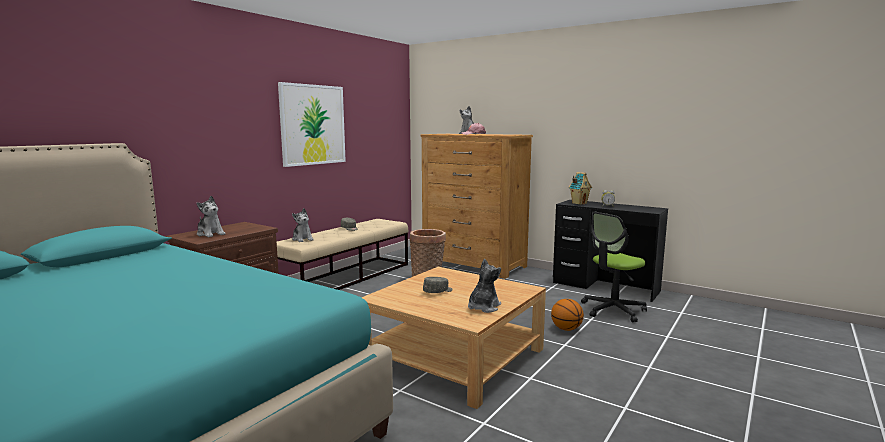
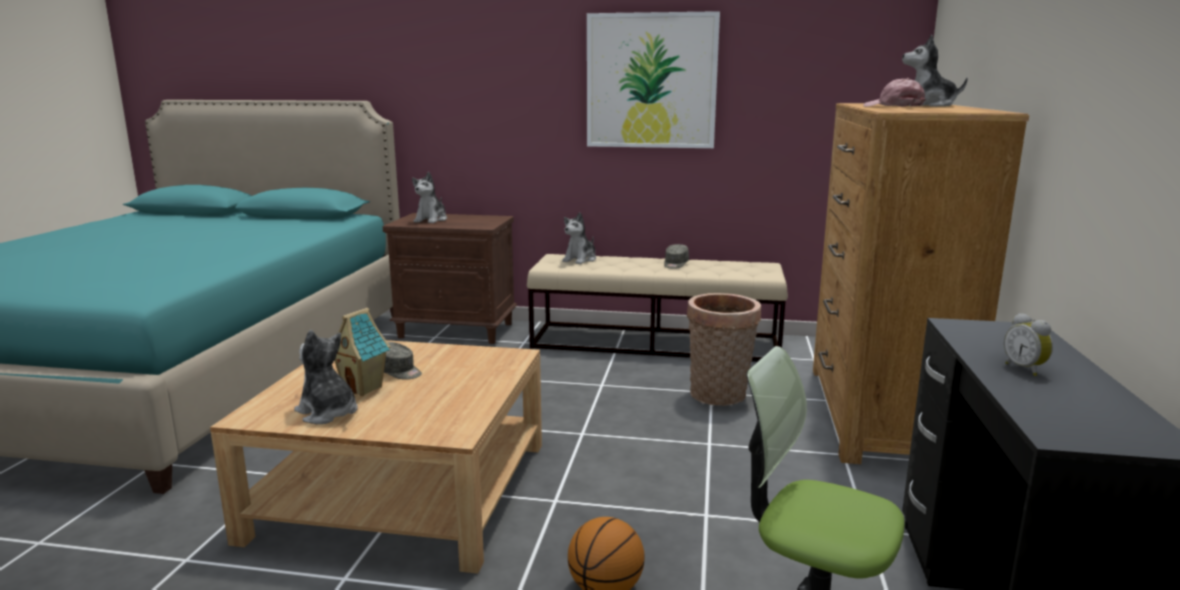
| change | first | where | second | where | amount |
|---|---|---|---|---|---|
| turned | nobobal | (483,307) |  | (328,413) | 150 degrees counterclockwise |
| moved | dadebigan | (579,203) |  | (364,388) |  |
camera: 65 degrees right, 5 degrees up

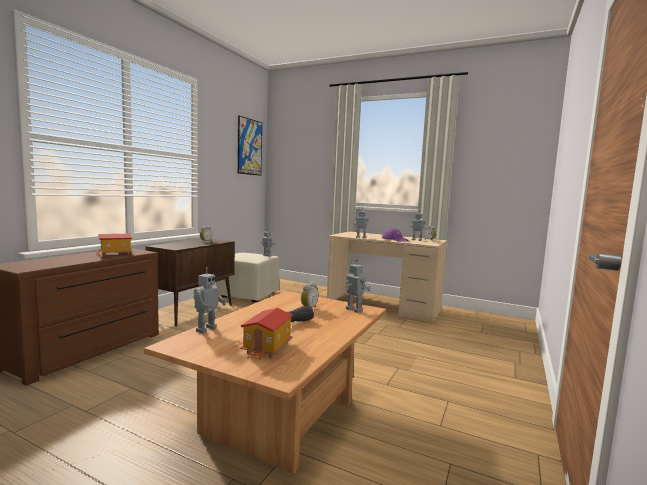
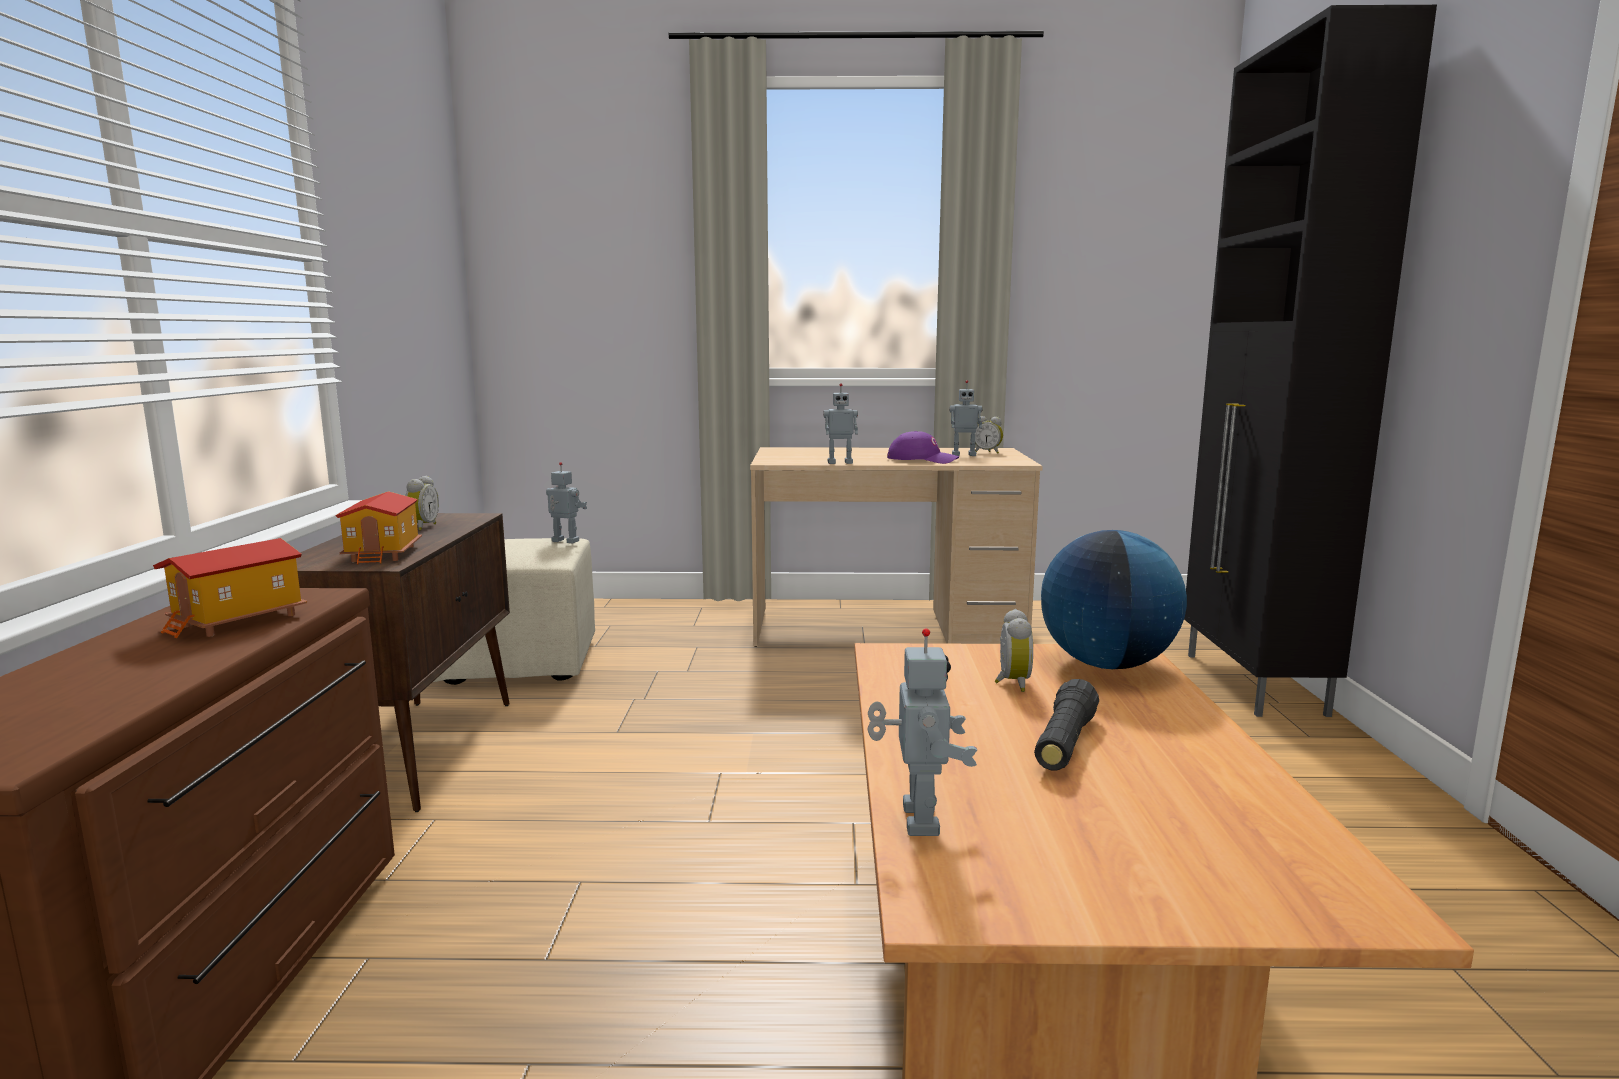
| change | first | where | second | where | amount |
|---|---|---|---|---|---|
| moved | dadebigan | (268,348) |  | (384,554) |  |
| replaced | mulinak | (353,310) | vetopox | (1106,665) |  |
| added |  |  | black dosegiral | (1253,684) |  |
| removed | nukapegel | (249,147) |  |  |  |
camera: 25 degrees left, 5 degrees up

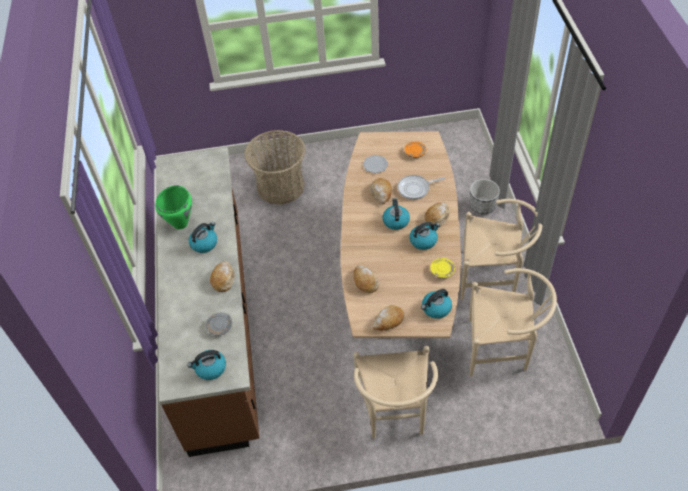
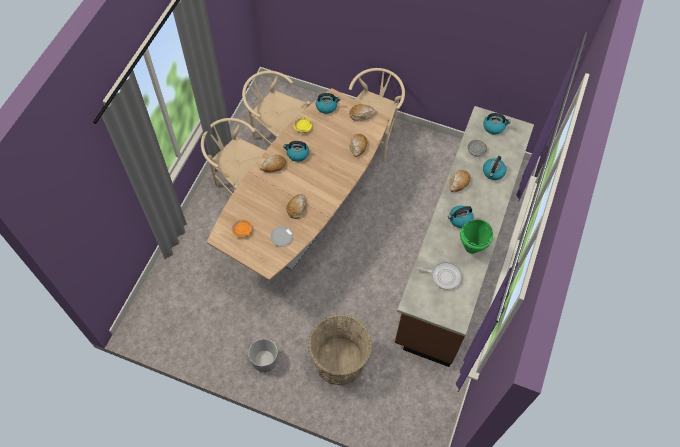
| change | first | where | second | where | amount |
|---|---|---|---|---|---|
| moved | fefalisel | (482,206) |  | (264,360) |  |
| moved | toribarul | (415,189) |  | (444,276) |  |
| moved | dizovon | (395,221) |  | (493,172) |  |
camera: 155 degrees left, 10 degrees up

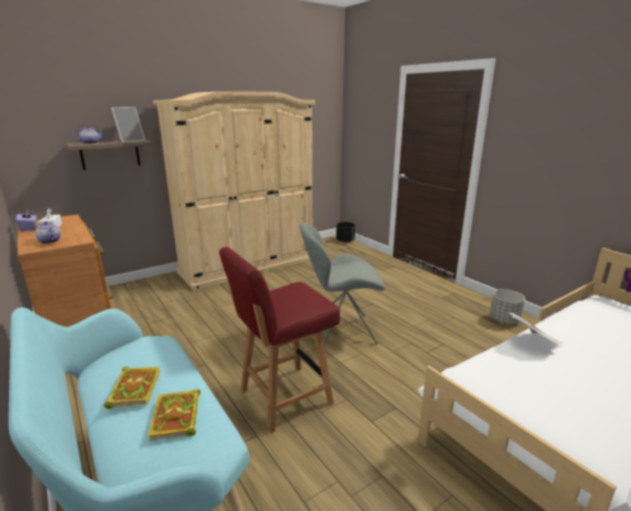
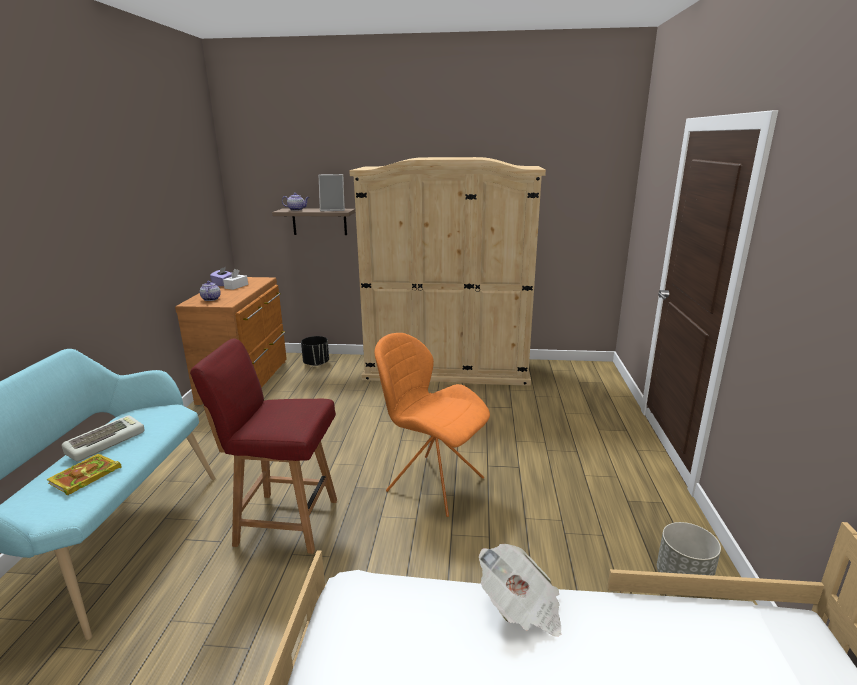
| change | first | where | second | where | amount |
|---|---|---|---|---|---|
| replaced | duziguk | (134,388) | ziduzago | (106,442) |  |
| moved | black fefalisel | (345,241) |  | (316,363) |  |
| recoloured | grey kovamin | (341,331) | orange kovamin | (432,483) |  |
camera: 40 degrees right, 0 degrees up

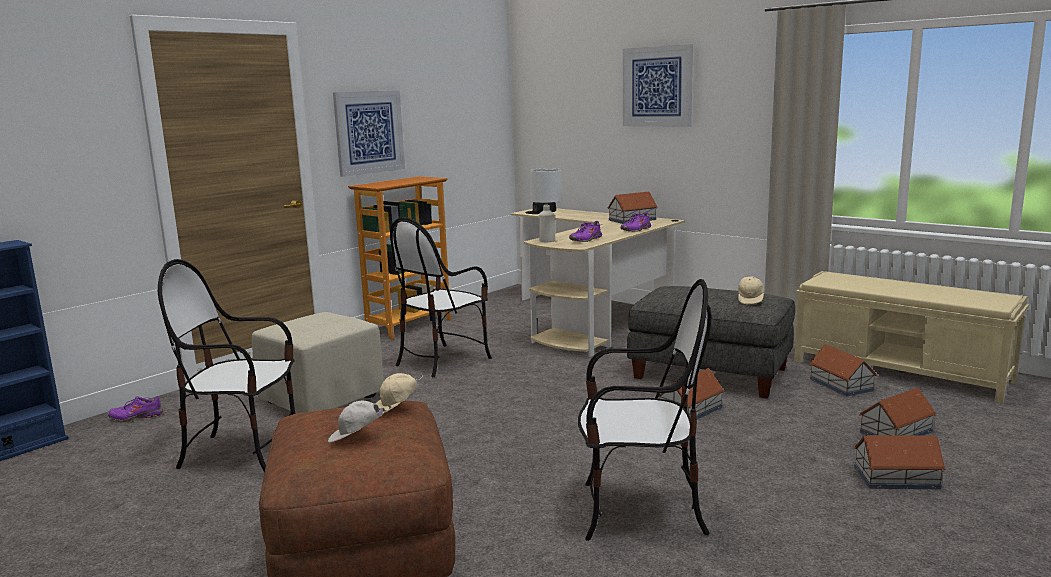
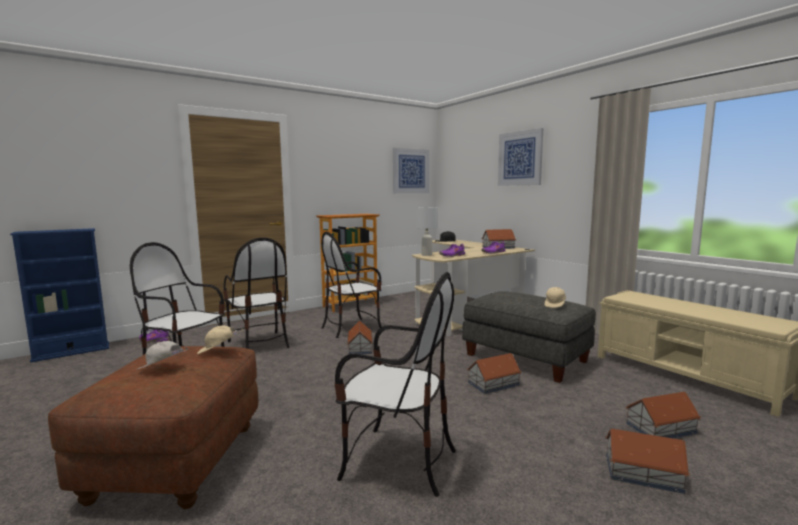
| change | first | where | second | where | amount |
|---|---|---|---|---|---|
| replaced | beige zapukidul | (321,400) | kovamin | (259,344) |  |
| moved | dadebigan | (841,384) |  | (360,347) |  |
| moved | nukapegel | (369,132) |  | (411,171) |  |
camera: 15 degrees right, 5 degrees down

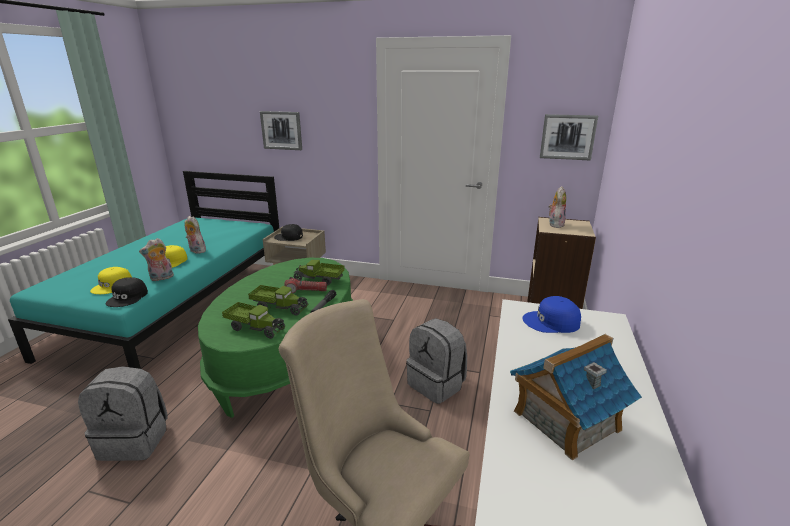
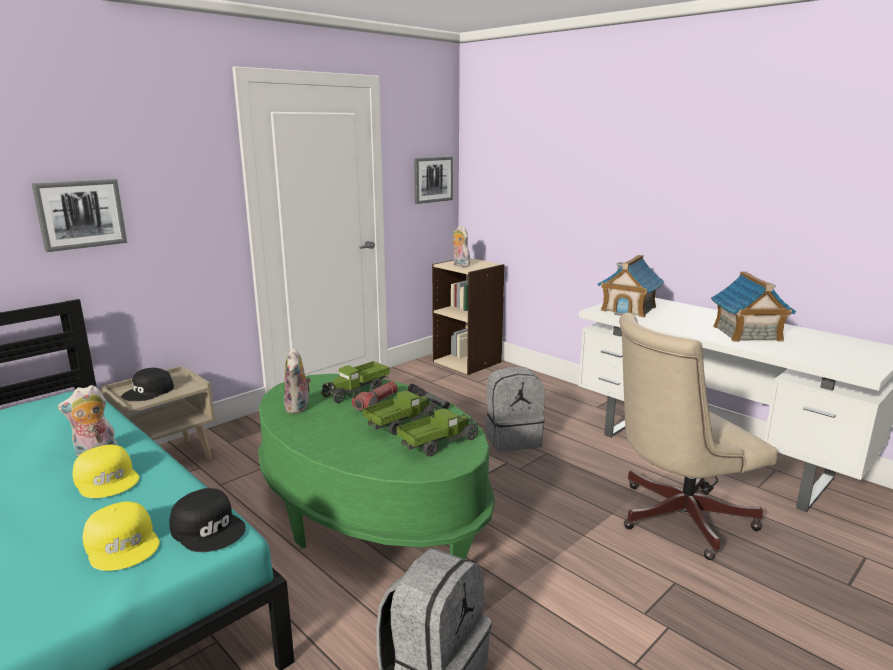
| change | first | where | second | where | amount |
|---|---|---|---|---|---|
| moved | nobobal | (161,278) |  | (299,408) |  |
| replaced | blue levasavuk | (551,322) | dadebigan | (628,309) |  |
camera: 60 degrees left, 5 degrees down

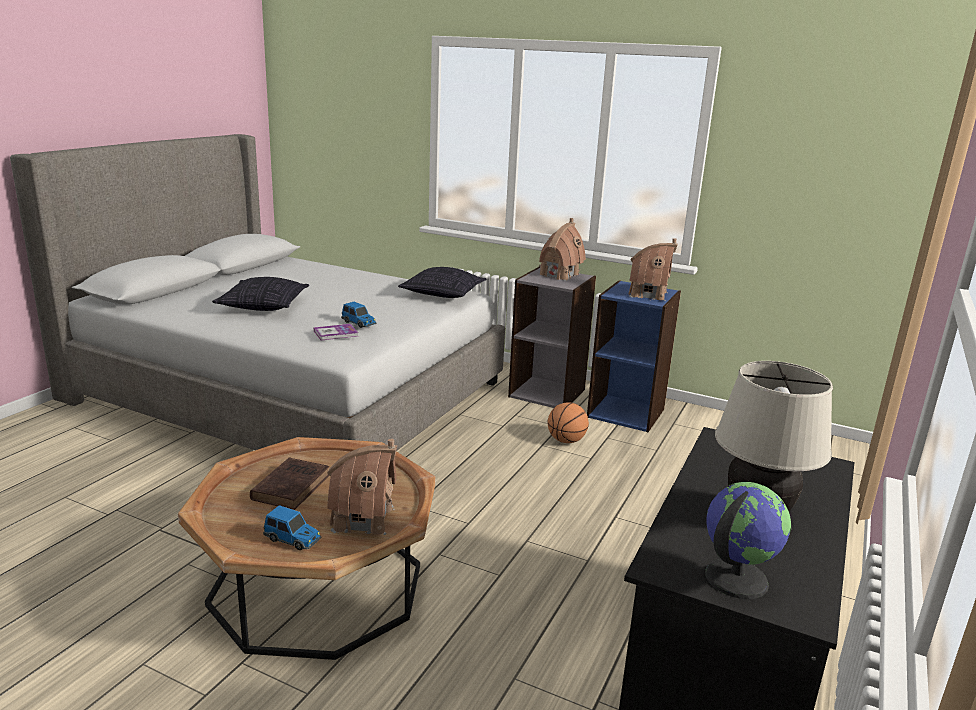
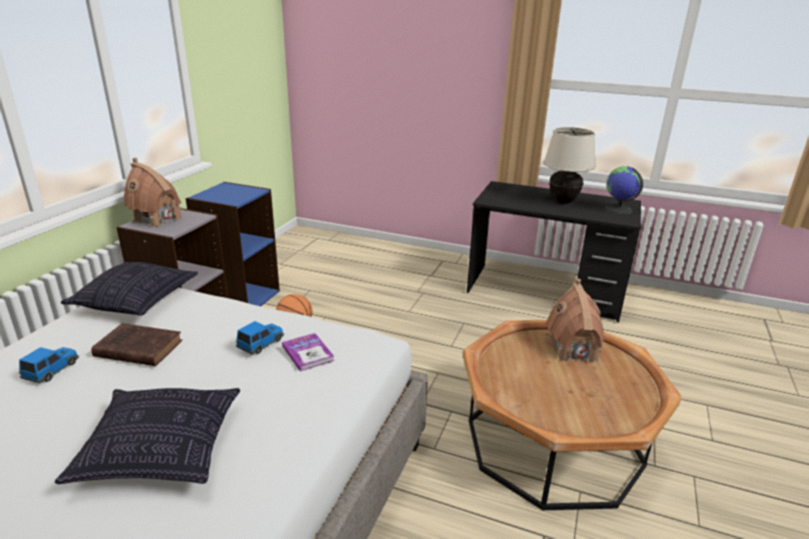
| change | first | where | second | where | amount |
|---|---|---|---|---|---|
| moved | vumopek | (293,539) |  | (52,370) |  |
| moved | brown duziguk | (292,486) |  | (137,348) |  |
| removed | dadebigan | (649,294) |  |  |  |
camera: 95 degrees left, 5 degrees up

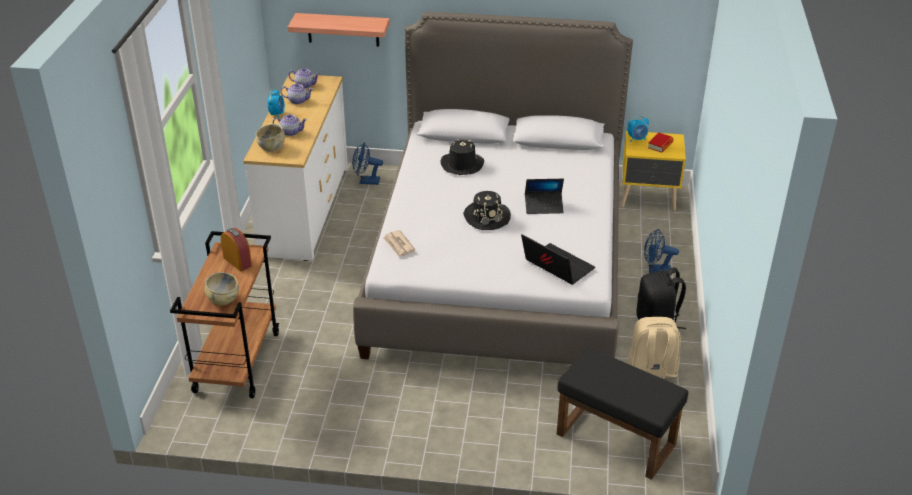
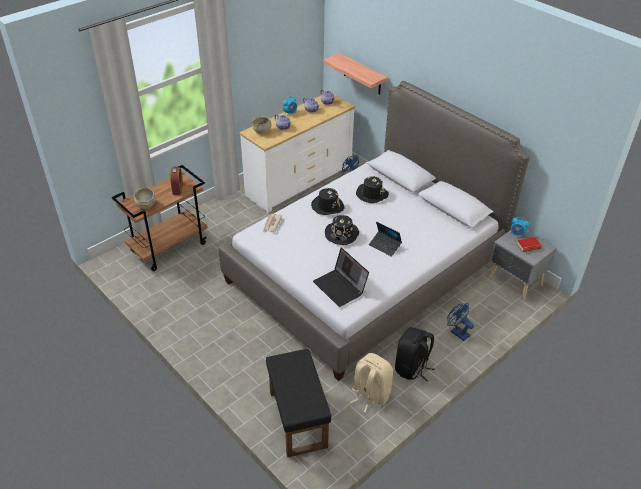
| change | first | where | second | where | amount |
|---|---|---|---|---|---|
| added |  |  | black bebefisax | (327,206) |  |
| turned | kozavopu | (556,267) |  | (340,287) | 150 degrees clockwise |
| recoloured | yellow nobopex | (648,198) | grey nobopex | (515,282) |  |
camera: 40 degrees right, 5 degrees up

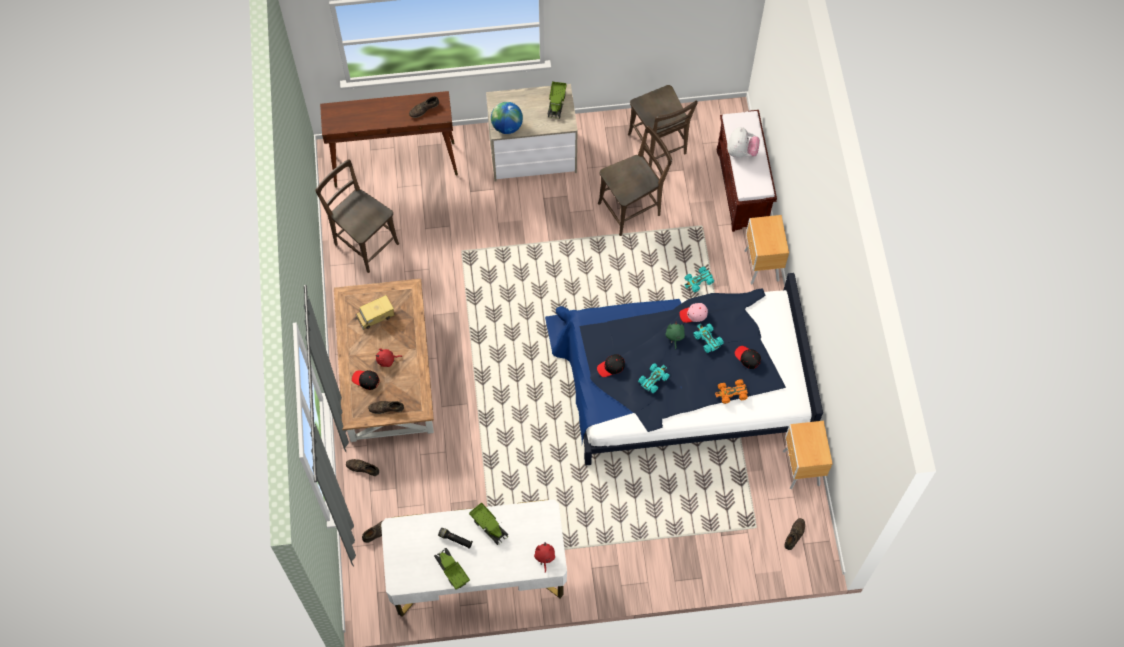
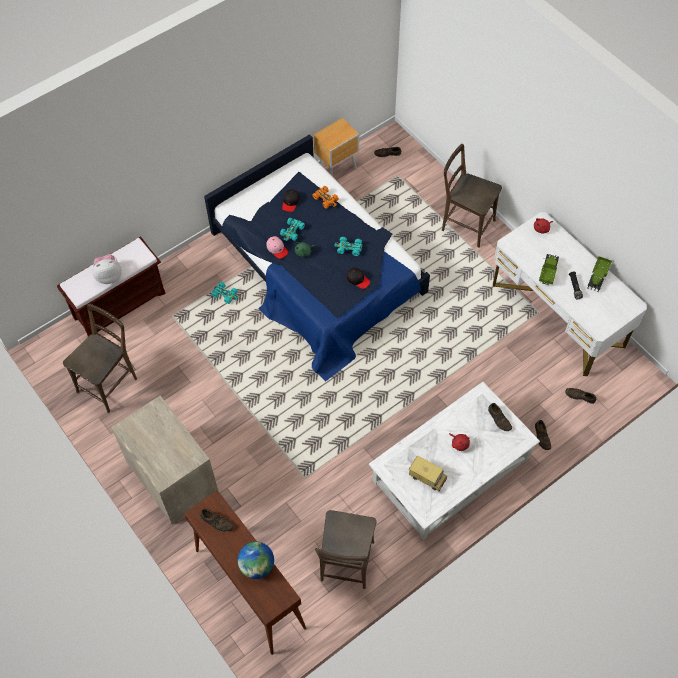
| change | first | where | second | where | amount |
|---|---|---|---|---|---|
| moved | vetopox | (507,126) |  | (257,566) |  |
| recoloured | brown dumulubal | (388,371) | white dumulubal | (451,468) |  |
| moved | brown kovamin | (632,208) |  | (465,224) |  |
| removed | black levasavuk | (366,380) |  |  |  |
| removed | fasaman | (556,103) |  |  |  |
| removed | brown nobopex | (761,267) |  |  |  |
camera: 120 degrees left, 5 degrees down

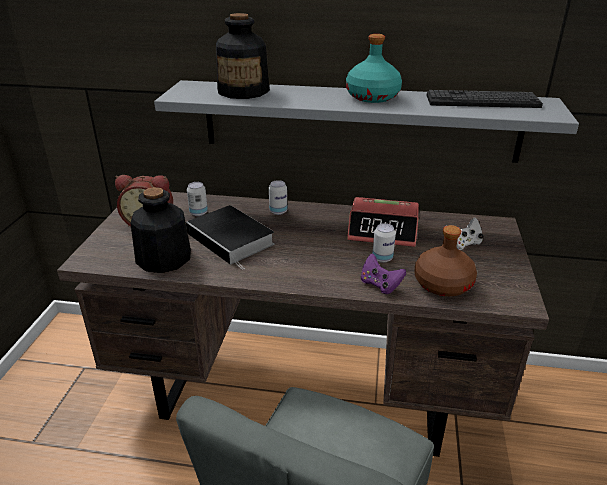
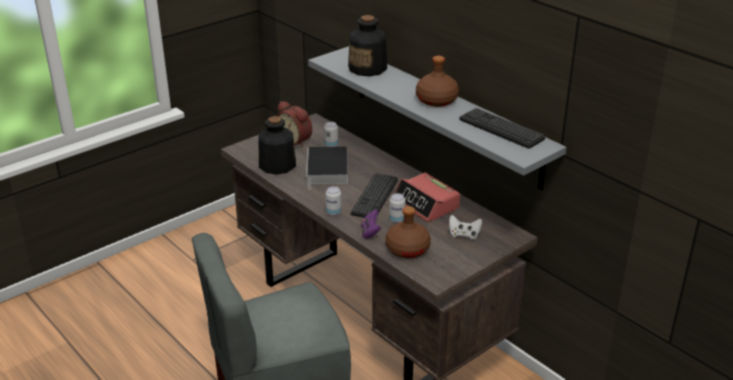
| change | first | where | second | where | amount |
|---|---|---|---|---|---|
| moved | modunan | (278,211) |  | (333,212) |  |
| added |  |  | ziduzago | (374,196) |  |
| recoloured | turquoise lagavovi | (372,97) | brown lagavovi | (436,100) |  |
camera: 40 degrees right, 0 degrees up

